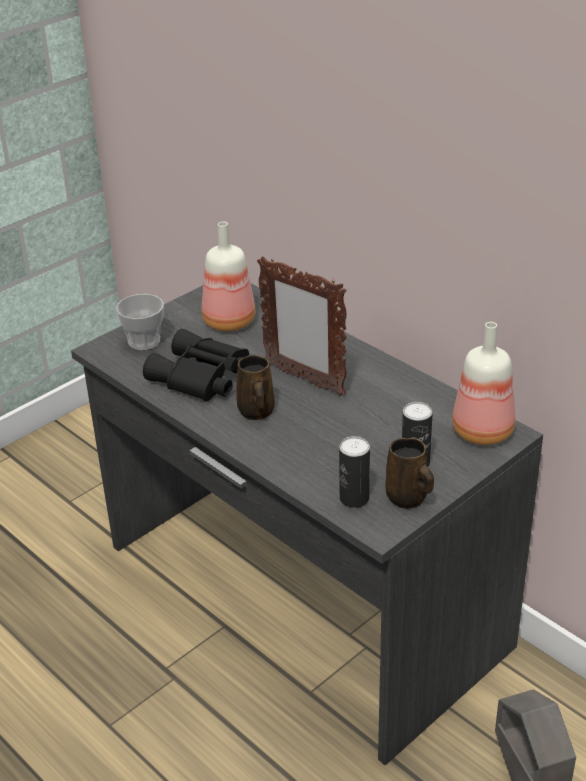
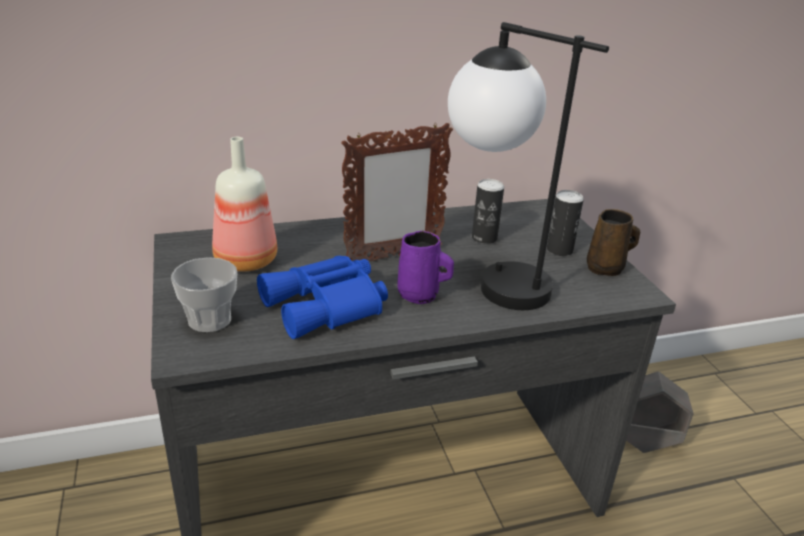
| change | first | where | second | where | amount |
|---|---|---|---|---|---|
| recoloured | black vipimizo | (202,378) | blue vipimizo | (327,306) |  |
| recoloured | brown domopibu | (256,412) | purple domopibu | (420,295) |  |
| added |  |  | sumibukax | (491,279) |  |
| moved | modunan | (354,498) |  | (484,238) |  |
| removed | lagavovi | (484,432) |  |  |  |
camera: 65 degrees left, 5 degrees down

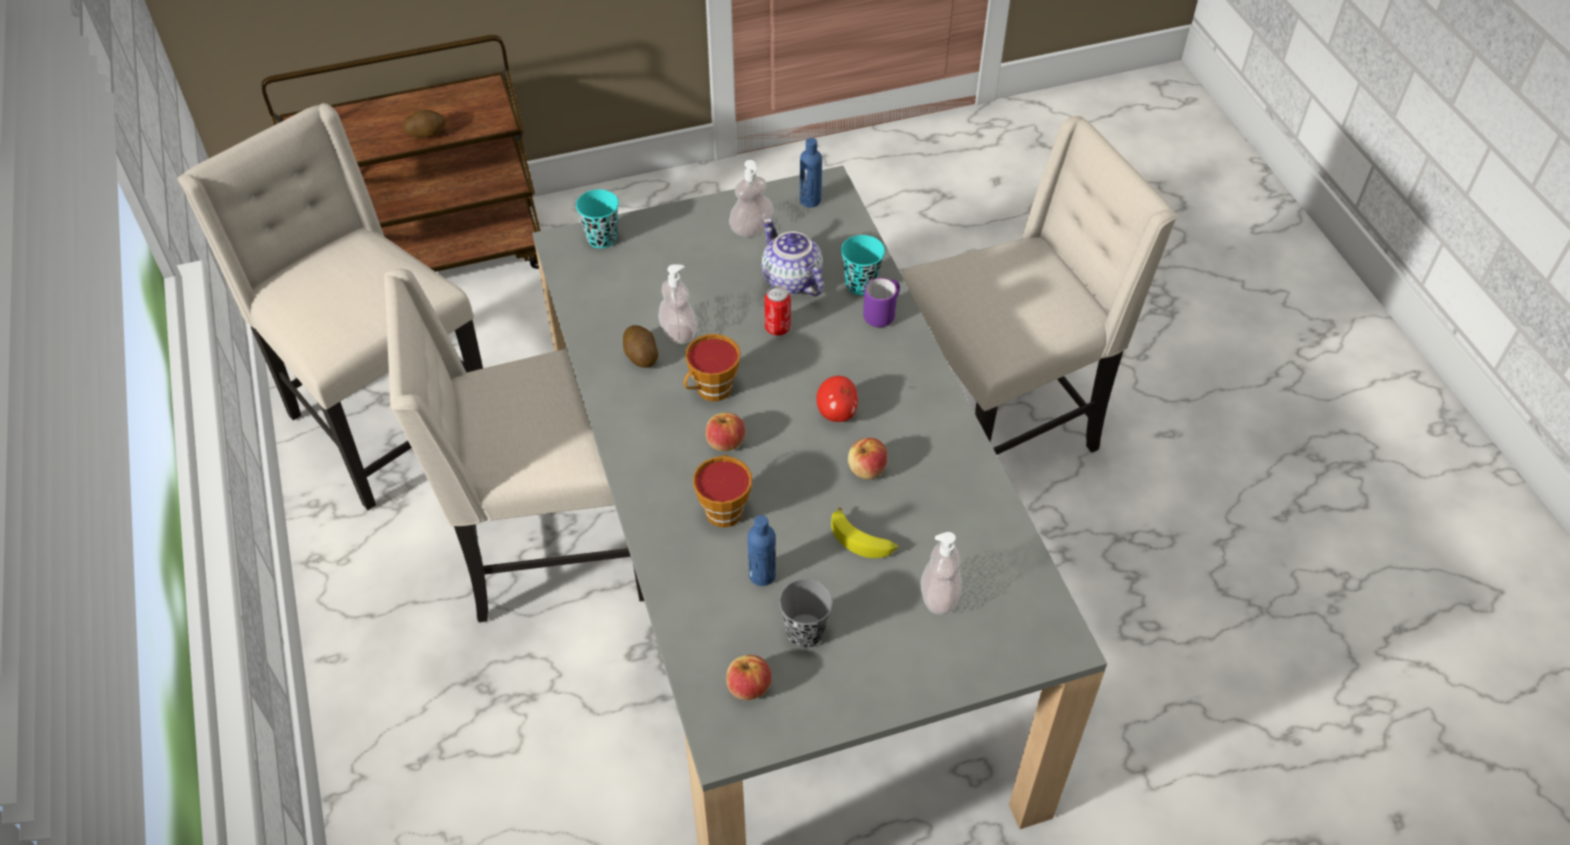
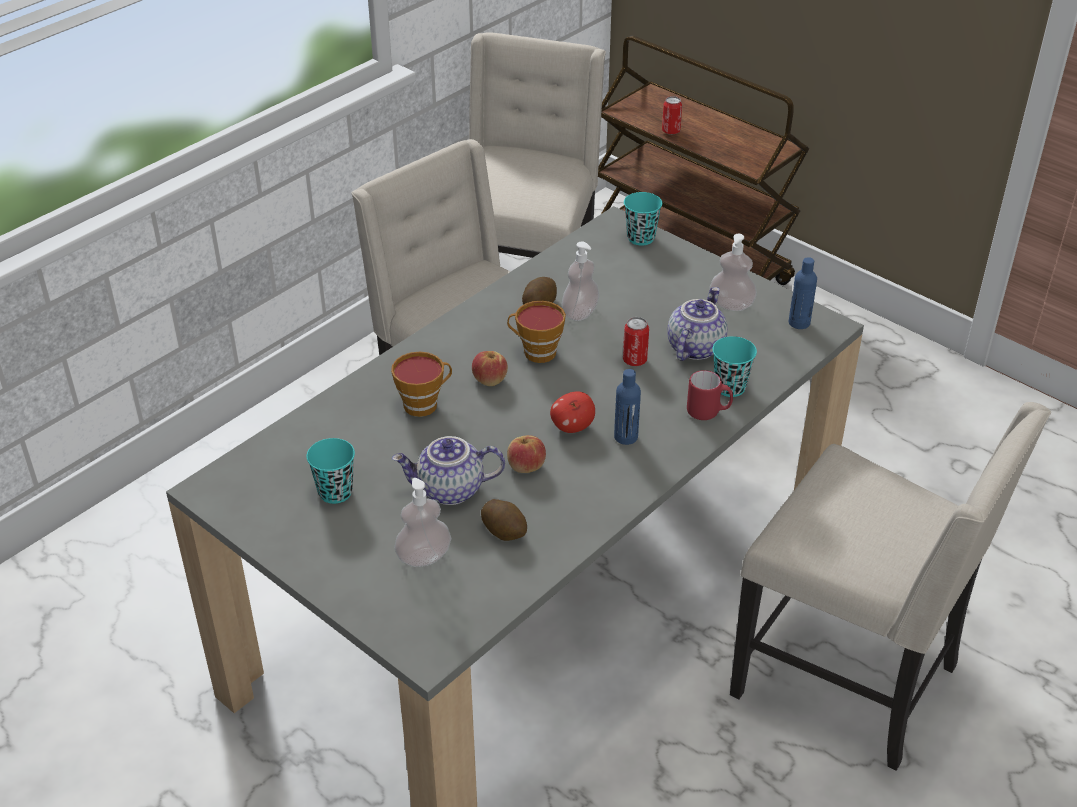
| change | first | where | second | where | amount |
|---|---|---|---|---|---|
| recoloured | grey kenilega | (805,632) | turquoise kenilega | (335,492) |  |
| replaced | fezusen | (863,540) | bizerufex | (450,491) |  |
| moved | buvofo | (426,133) |  | (504,531) |  |
| moved | blue lagavovi | (762,575) |  | (626,437) |  |
| added |  |  | modunan | (671,131) |  |
| recoloured | purple domopibu | (882,314) | red domopibu | (708,412) |  |
| removed | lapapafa | (748,687) |  |  |  |
camera: 60 degrees right, 10 degrees down

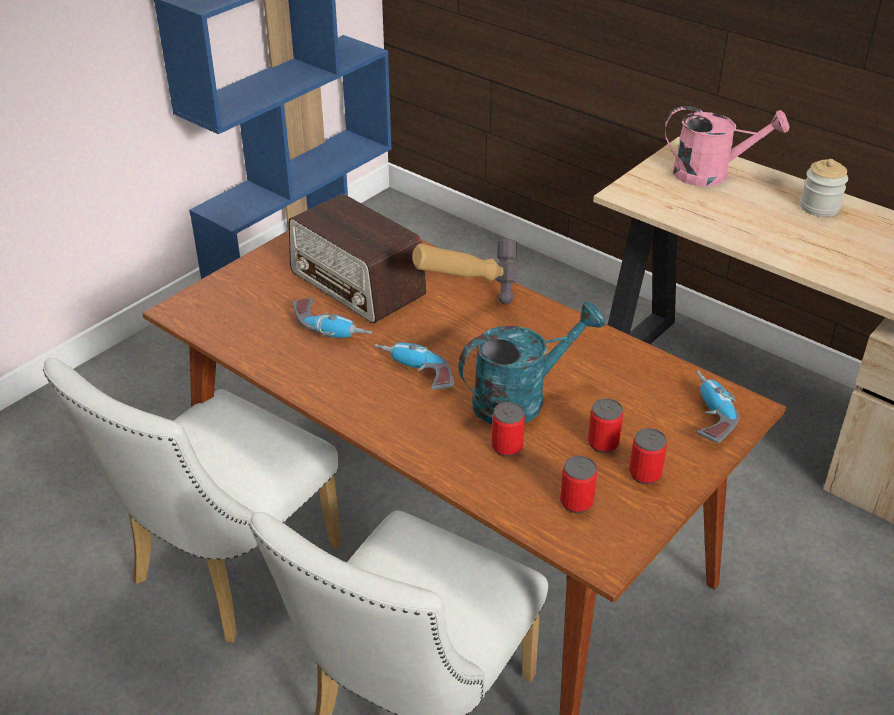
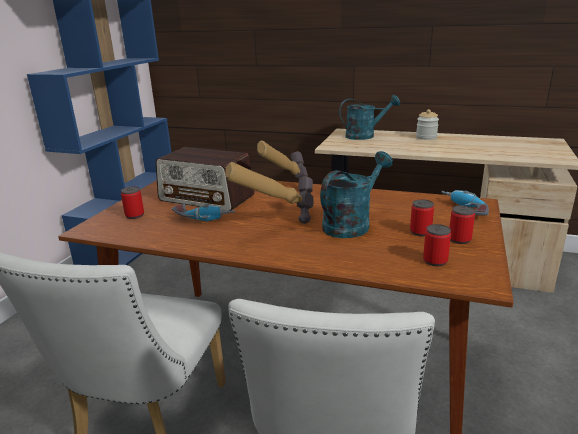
| change | first | where | second | where | amount |
|---|---|---|---|---|---|
| moved | modunan | (507,447) |  | (134,215) |  |
| replaced | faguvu | (414,374) | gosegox | (275,227) |  |
| recoloured | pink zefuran | (711,174) | turquoise zefuran | (365,135) |  |
camera: 20 degrees left, 15 degrees down

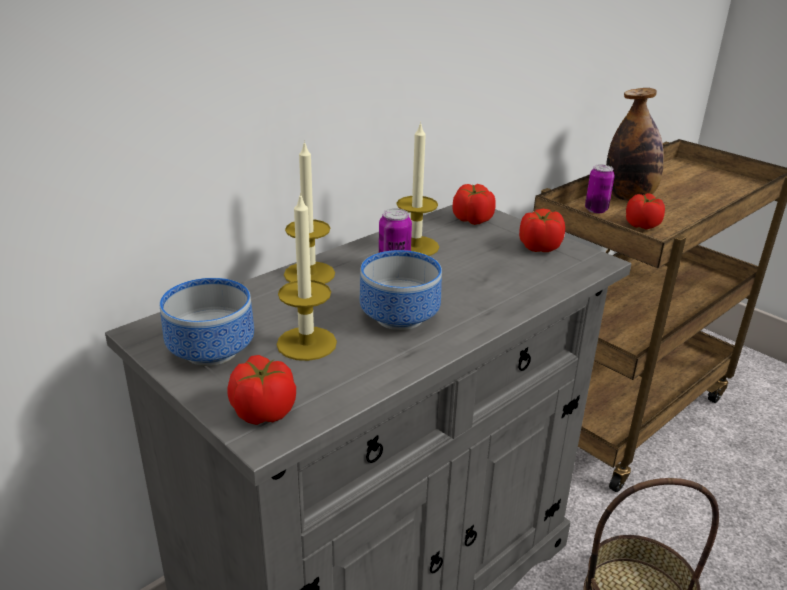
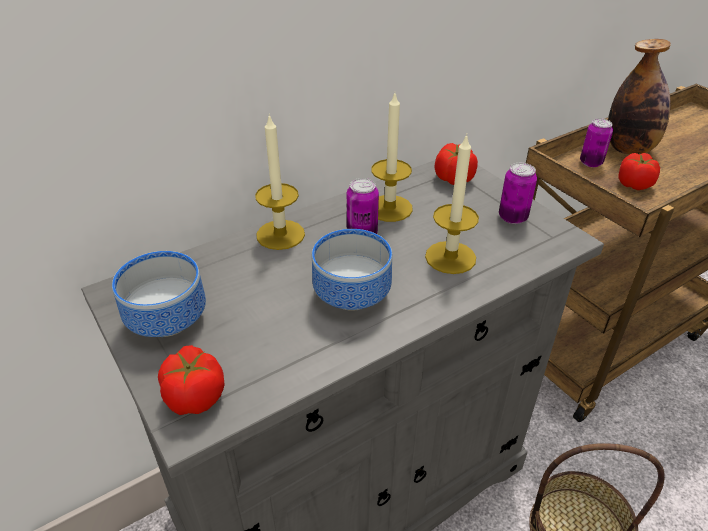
| change | first | where | second | where | amount |
|---|---|---|---|---|---|
| moved | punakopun | (306,343) |  | (450,257) |  |
| replaced | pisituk | (539,247) | modunan | (512,217) |  |
camera: 10 degrees right, 10 degrees up

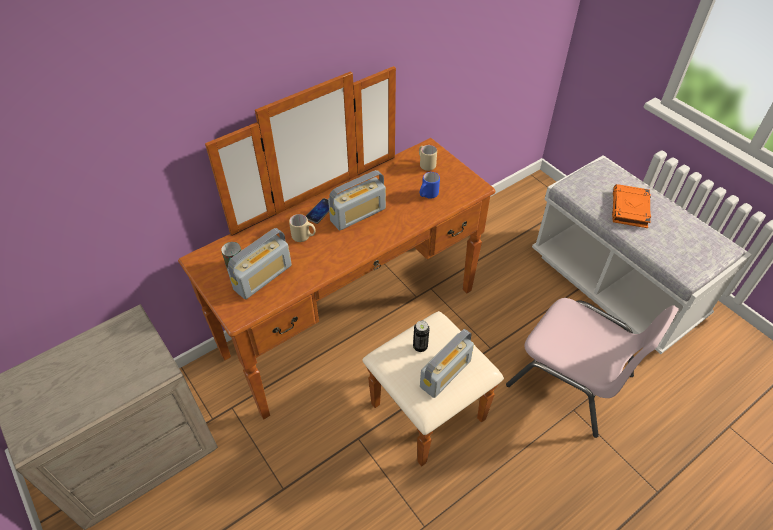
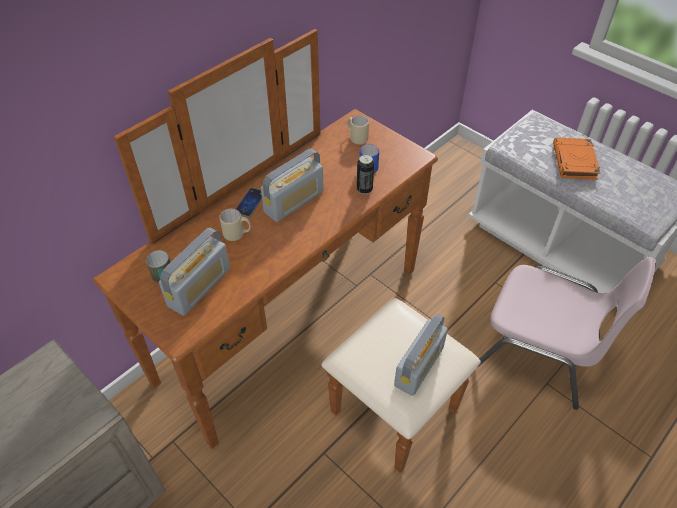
| change | first | where | second | where | amount |
|---|---|---|---|---|---|
| moved | modunan | (420,347) |  | (364,189) |  |
camera: 10 degrees left, 0 degrees up

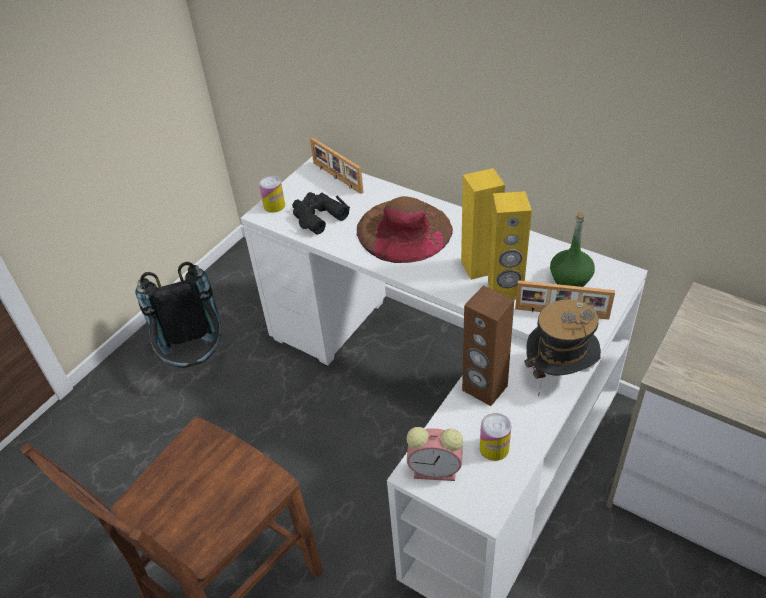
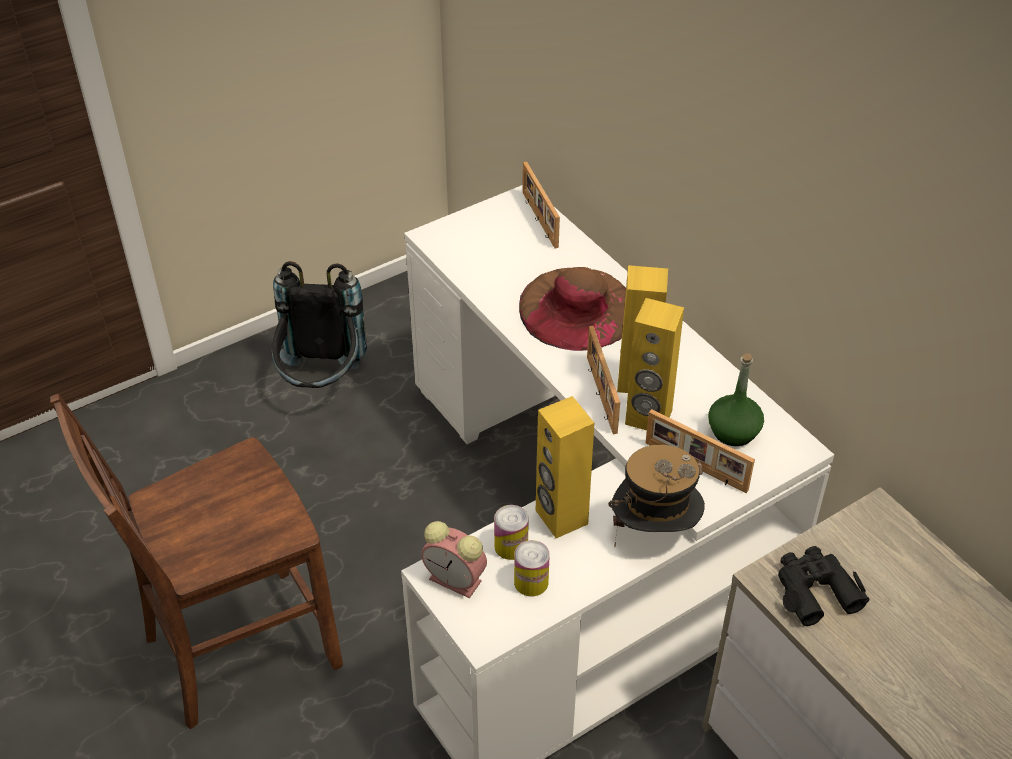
| change | first | where | second | where | amount |
|---|---|---|---|---|---|
| moved | modunan | (274,205) |  | (511,546) |  |
| recoloured | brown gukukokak | (484,388) | yellow gukukokak | (561,517) |  |
| added |  |  | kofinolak | (600,394) |  |
| moved | black vipimizo | (318,216) |  | (814,590) |  |
camera: 20 degrees right, 0 degrees up

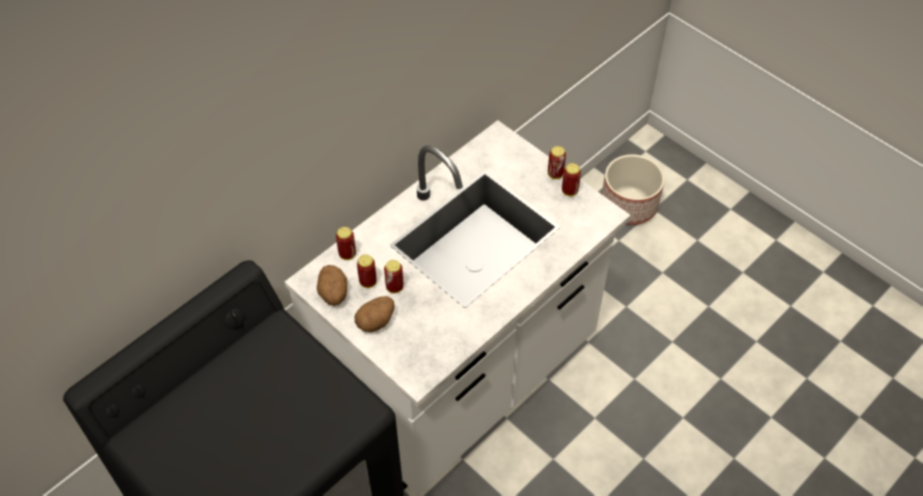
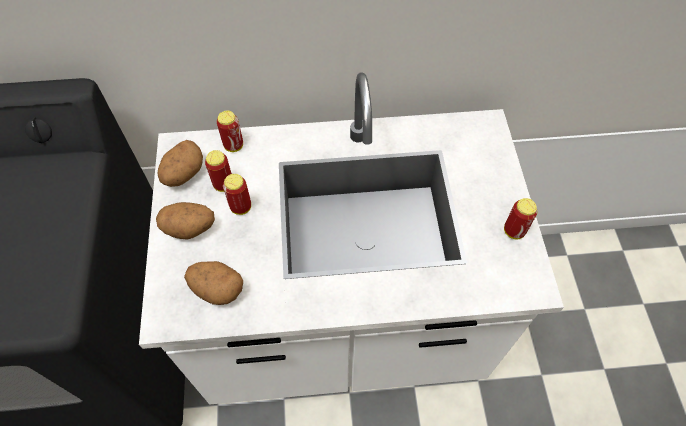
| change | first | where | second | where | amount |
|---|---|---|---|---|---|
| added |  |  | buvofo | (217,289) |  |
| removed | modunan | (555,174) |  |  |  |
| removed | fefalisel | (629,204) |  |  |  |
camera: 40 degrees right, 5 degrees up

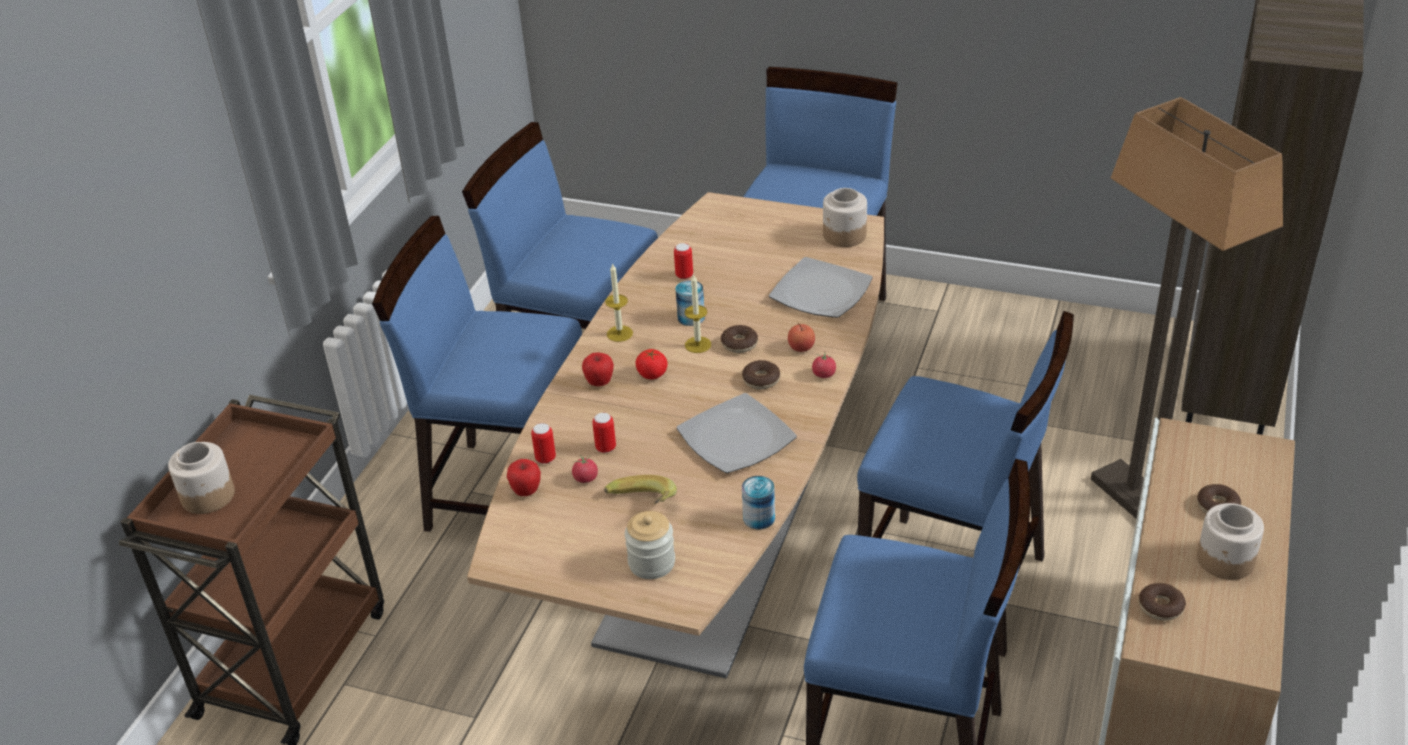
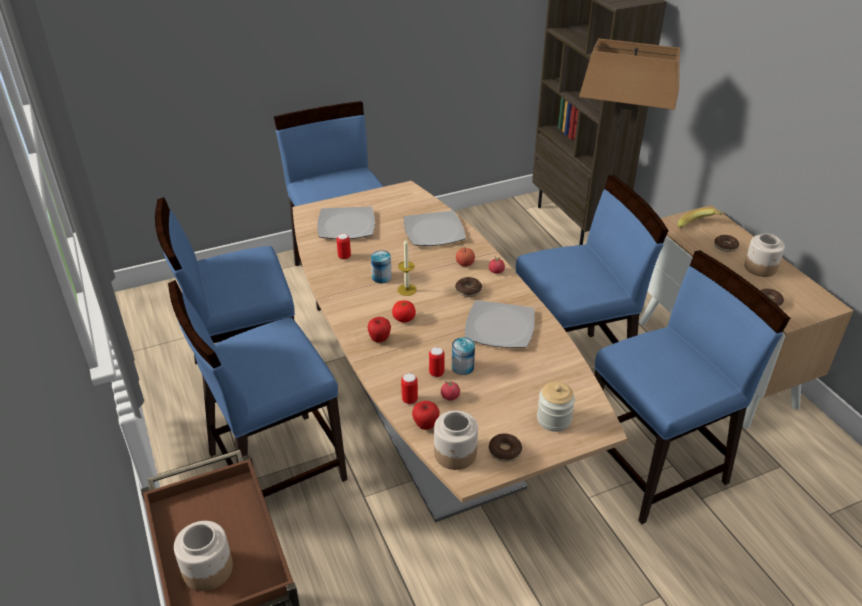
| change | first | where | second | where | amount |
|---|---|---|---|---|---|
| added |  |  | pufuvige | (347,226) |  |
| moved | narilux | (844,235) |  | (455,454) |  |
| moved | modunan | (759,518) |  | (462,367) |  |
| moved | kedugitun | (739,344) |  | (504,451) |  |
| moved | fezusen | (642,507) |  | (699,227) |  |
| removed | punakopun | (619,333) |  |  |  |
camera: 45 degrees left, 0 degrees up

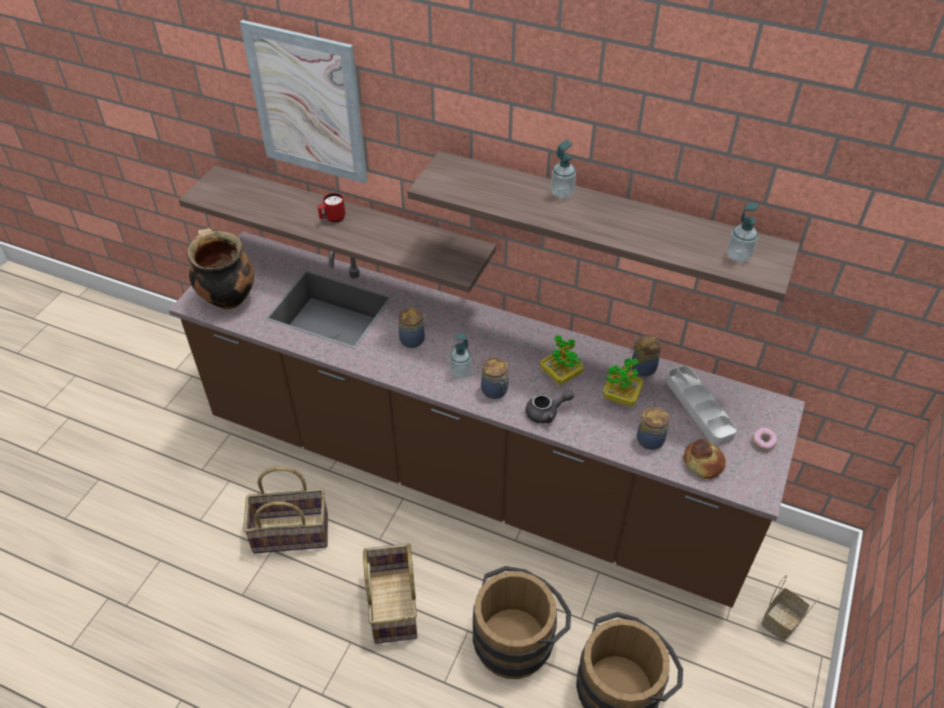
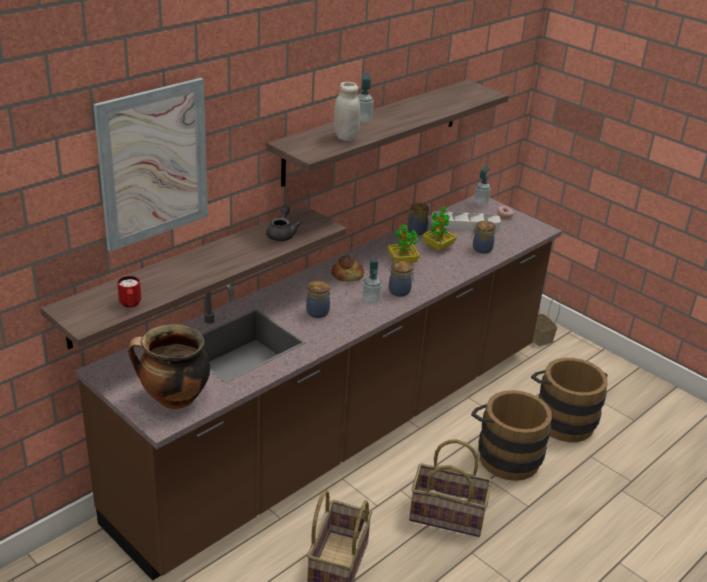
| change | first | where | second | where | amount |
|---|---|---|---|---|---|
| moved | red domopibu | (332,219) |  | (130,305) |  |
| moved | grey bizerufex | (546,413) |  | (282,234) |  |
| moved | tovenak | (703,463) |  | (347,275) |  |
| added |  |  | white narilux | (345,137) |  |
| moved | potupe | (738,256) |  | (481,202) |  |
camera: 70 degrees left, 15 degrees down

